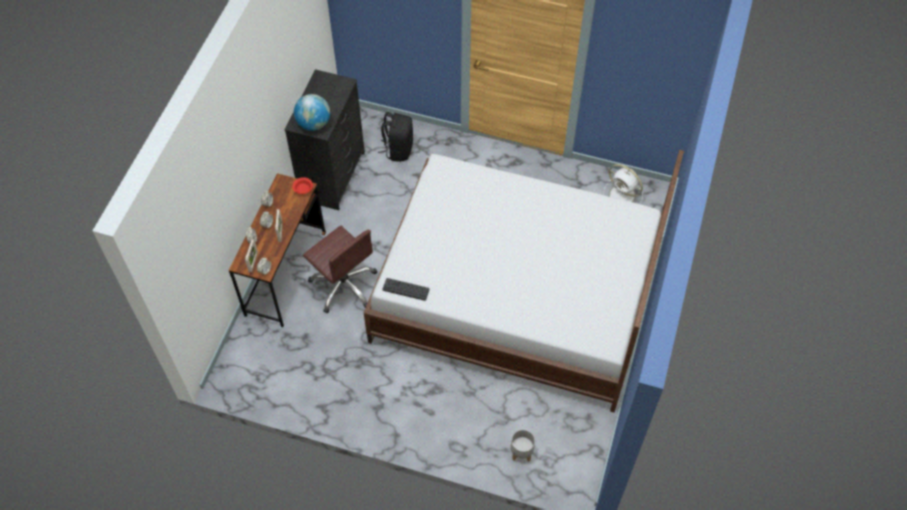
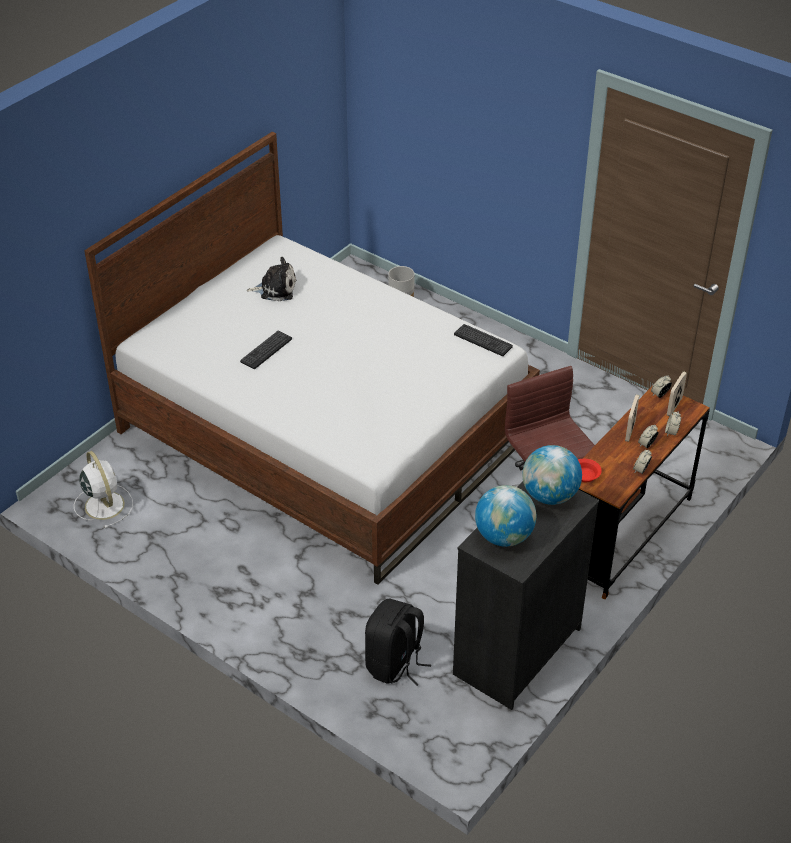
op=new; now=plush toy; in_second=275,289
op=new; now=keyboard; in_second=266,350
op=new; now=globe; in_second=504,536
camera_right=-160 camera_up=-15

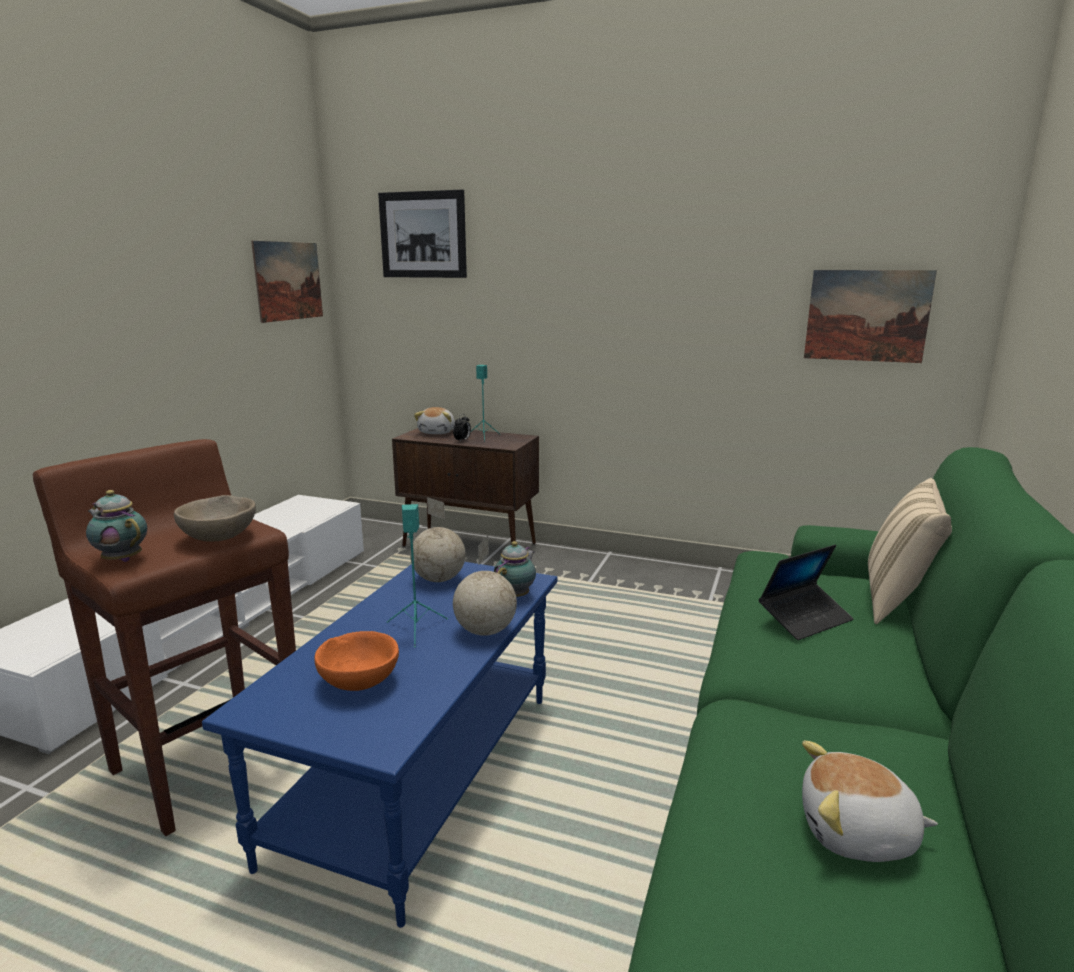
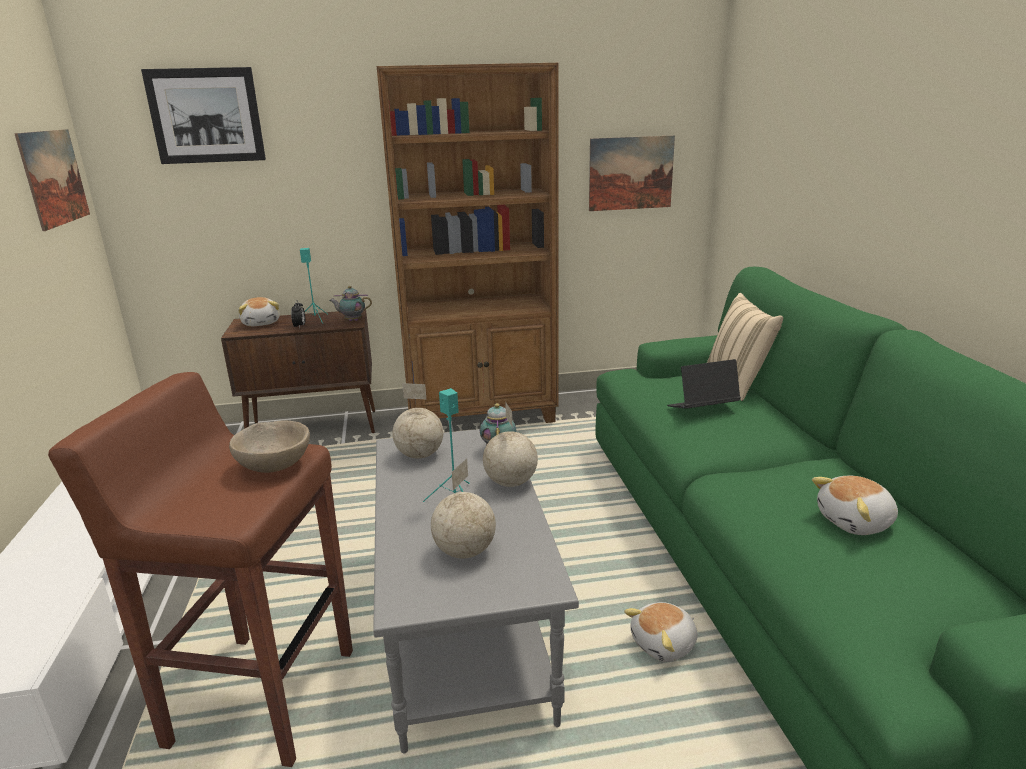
op=shifted; was=teapot; in_first=122,559; in_second=352,320
op=rotated; was=laptop; in_first=805,619; in_second=702,409; clockwise=-135
op=repainted; was=blue coffee table; now=grey coffee table; in_first=421,775; in_second=466,623
op=swapped; was=orange bowl; now=globe; in_first=360,681; in_second=465,551
op=new; now=brown bookcase; in_second=482,415
op=new; now=plush toy; in_second=664,645
camera_right=-30 camera_up=5

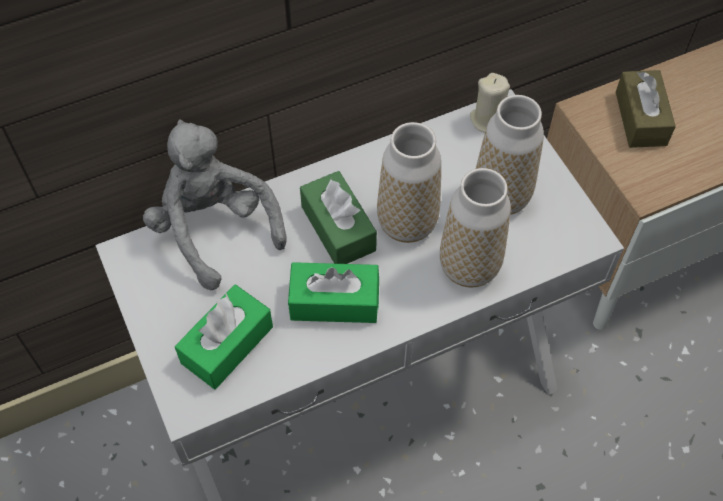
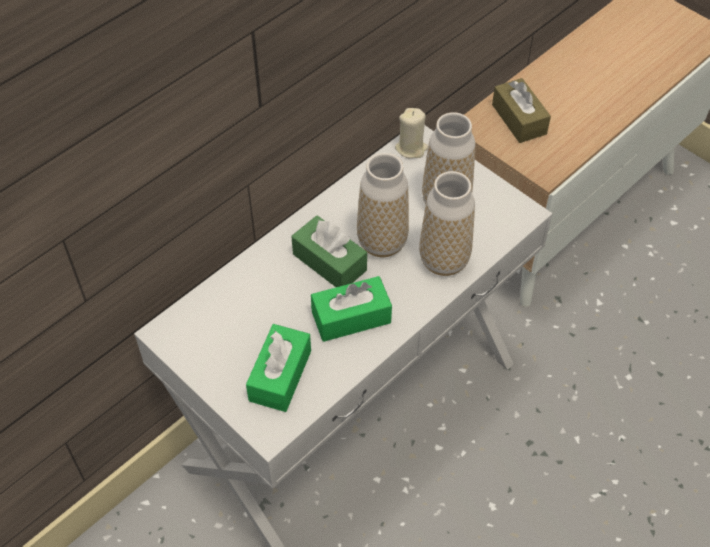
op=gone; was=grey plush toy; in_first=214,229
camera_right=-20 camera_up=-5

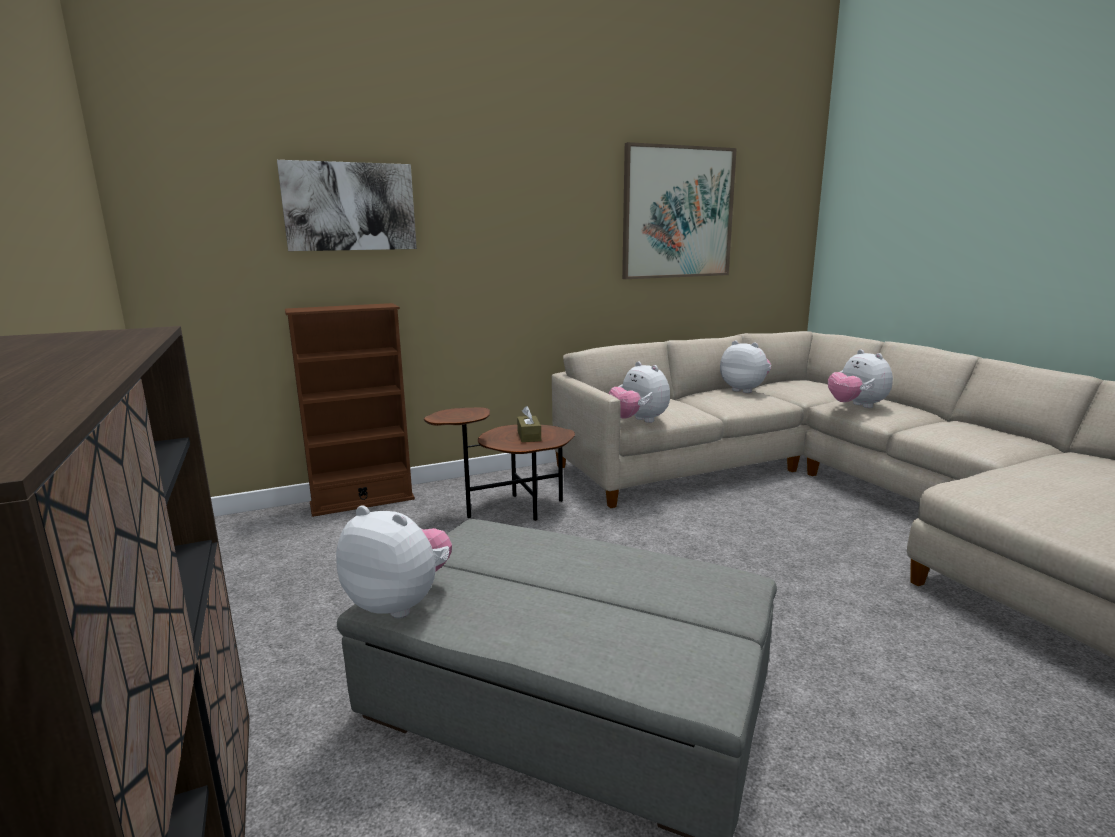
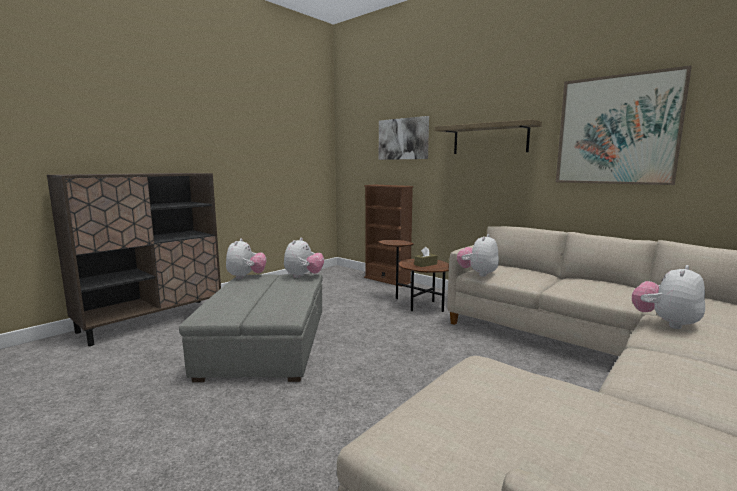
op=shifted; was=plush toy; in_first=744,390; in_second=303,276
op=new; now=shelf; in_second=490,139
camera_right=65 camera_up=-5

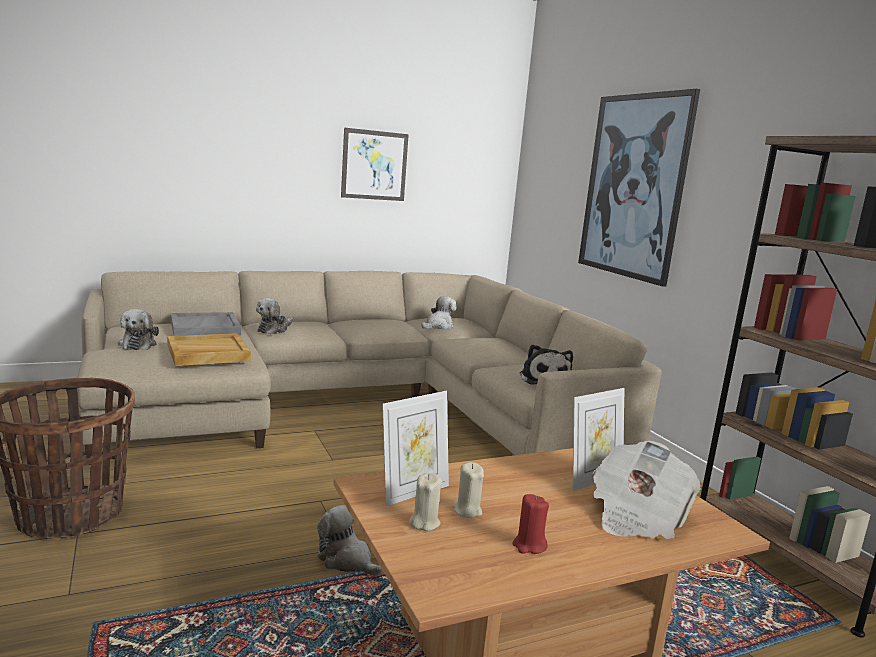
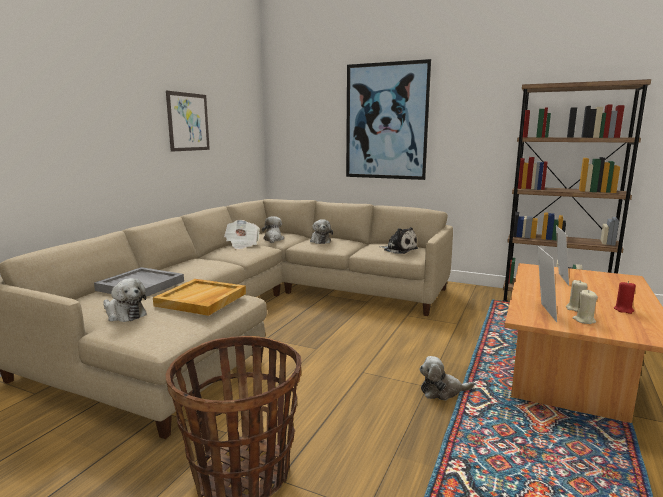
op=shifted; was=plush toy; in_first=274,329; in_second=320,241
op=shifted; was=newspaper; in_first=636,515; in_second=242,244
camera_right=-40 camera_up=0

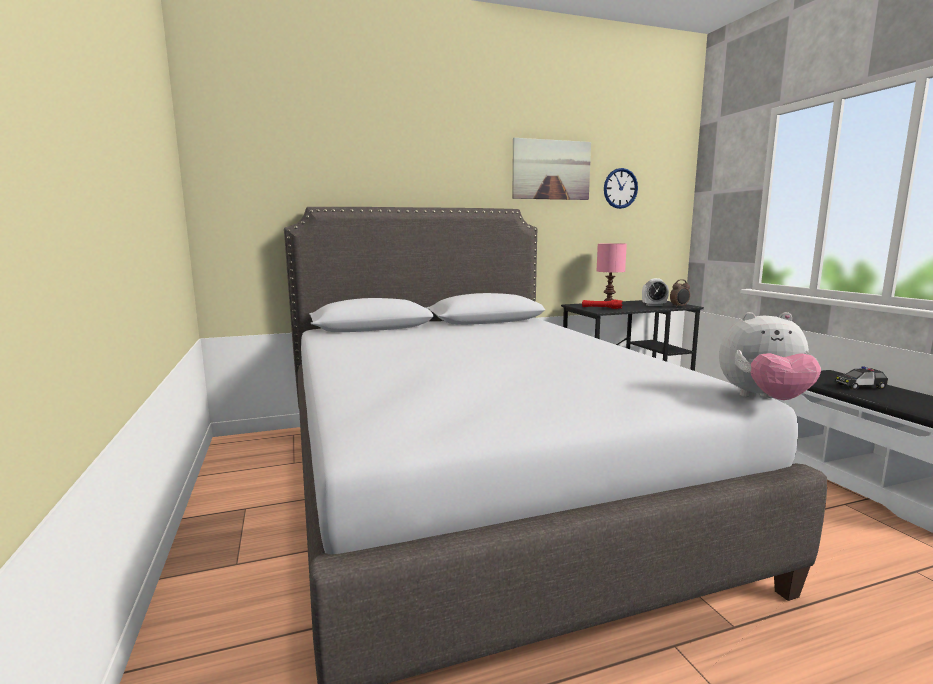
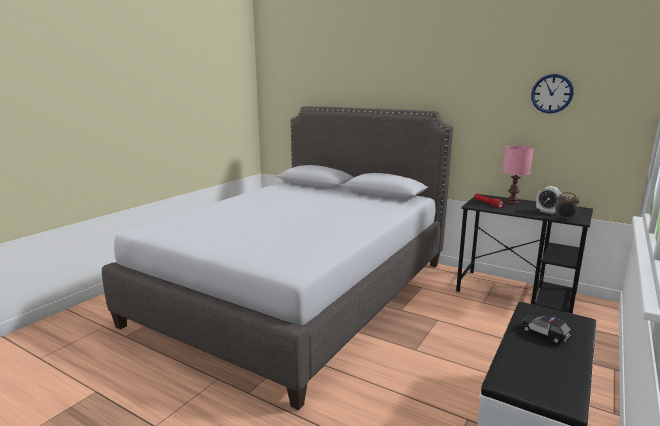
op=gone; was=picture; in_first=551,170
op=gone; was=plush toy; in_first=763,400
camera_right=50 camera_up=5

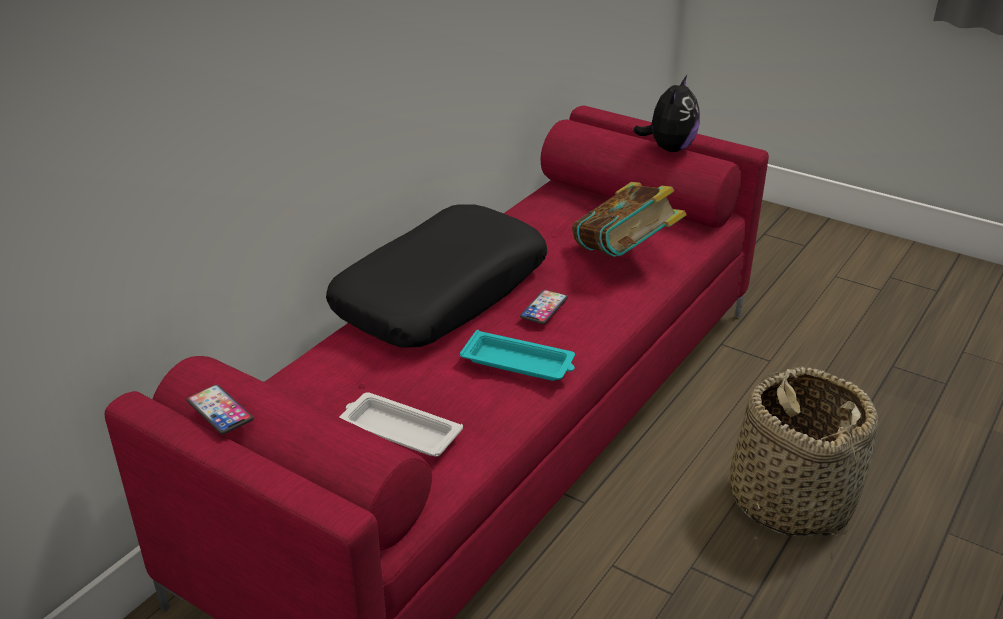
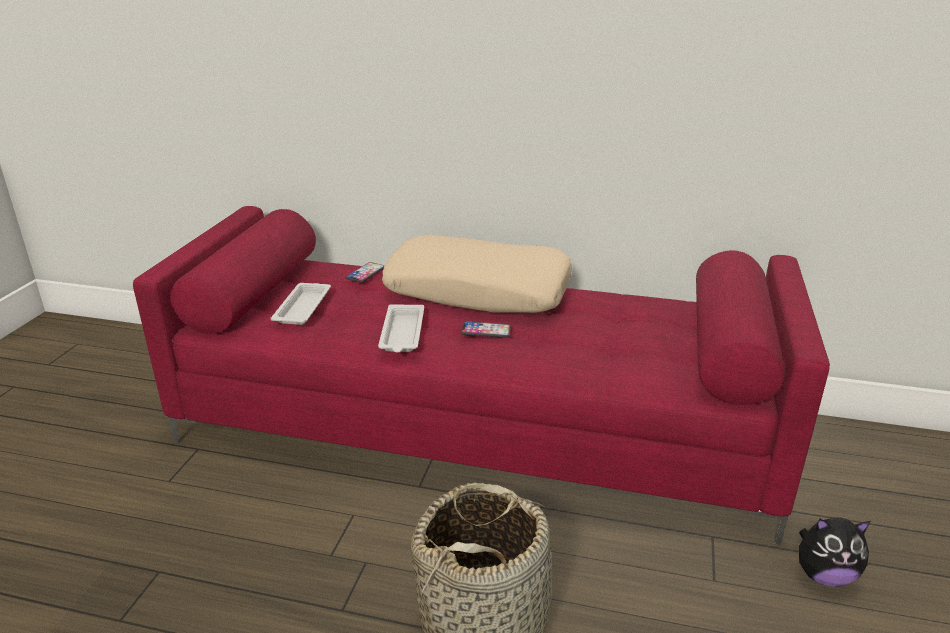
op=shifted; was=plush toy; in_first=669,148; in_second=824,575
op=gone; was=book; in_first=624,256
op=repainted; was=black pillow; now=beige pillow; in_first=441,294; in_second=478,291
op=repainted; was=turquoise tray; now=white tray; in_first=519,363; in_second=402,334
op=shifted; was=phone; in_first=219,410; in_second=365,273
camera_right=70 camera_up=-5

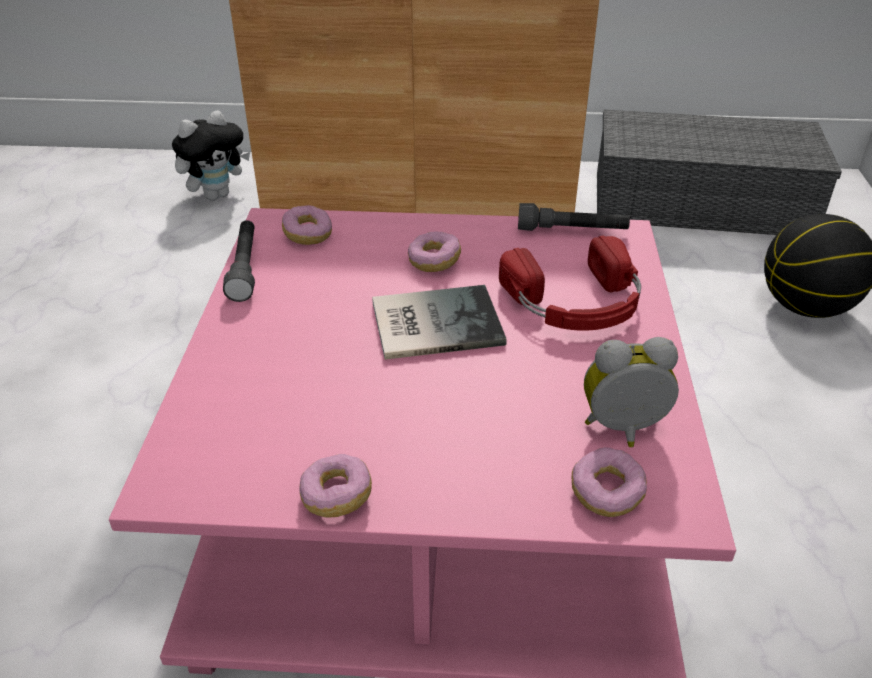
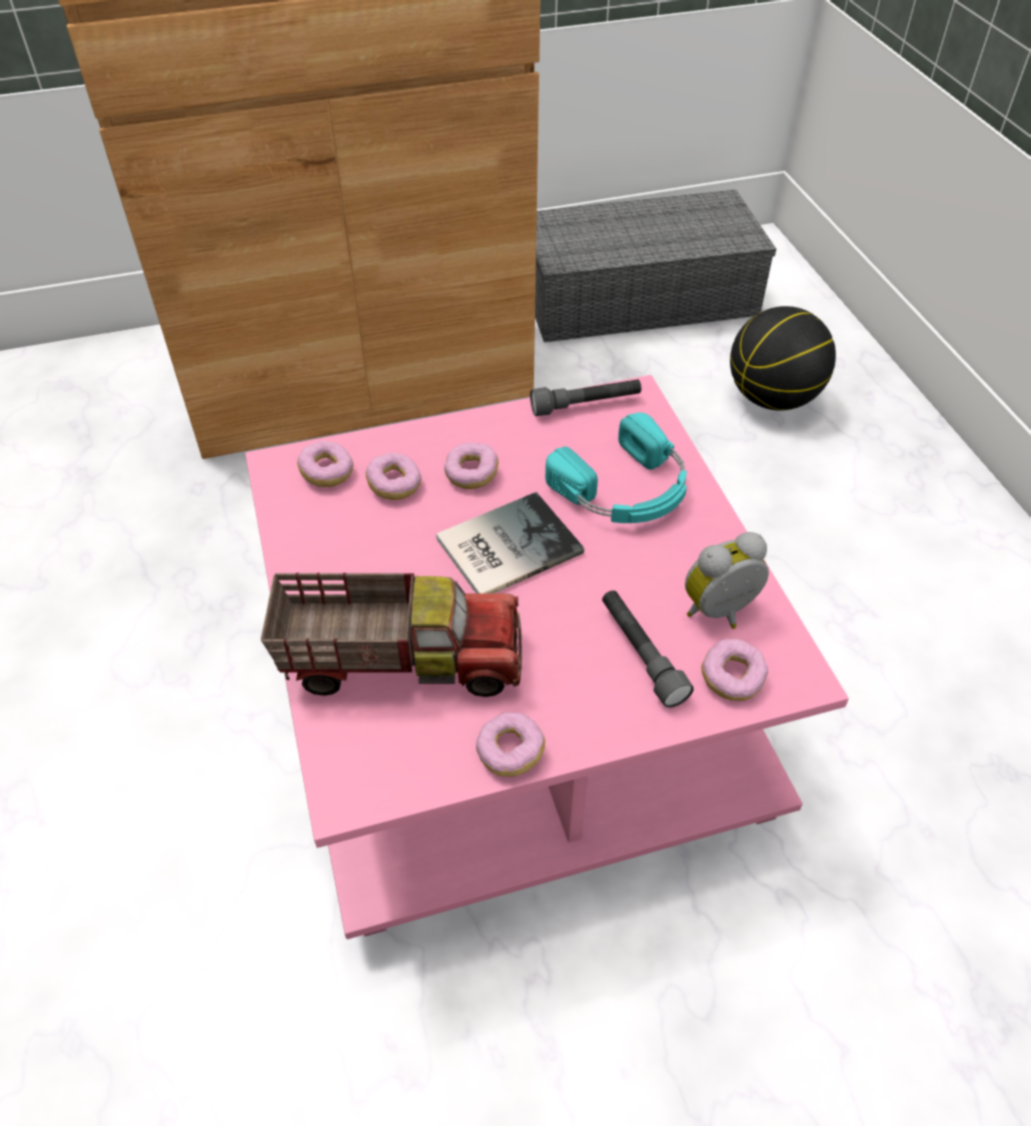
op=gone; was=plush toy; in_first=217,194
op=shifted; was=grey flashlight; in_first=245,268; in_second=641,654
op=repainted; was=red headphones; now=turquoise headphones; in_first=576,303; in_second=626,489
op=new; now=donut; in_second=394,485
op=new; now=toy truck; in_second=401,659
camera_right=-20 camera_up=10

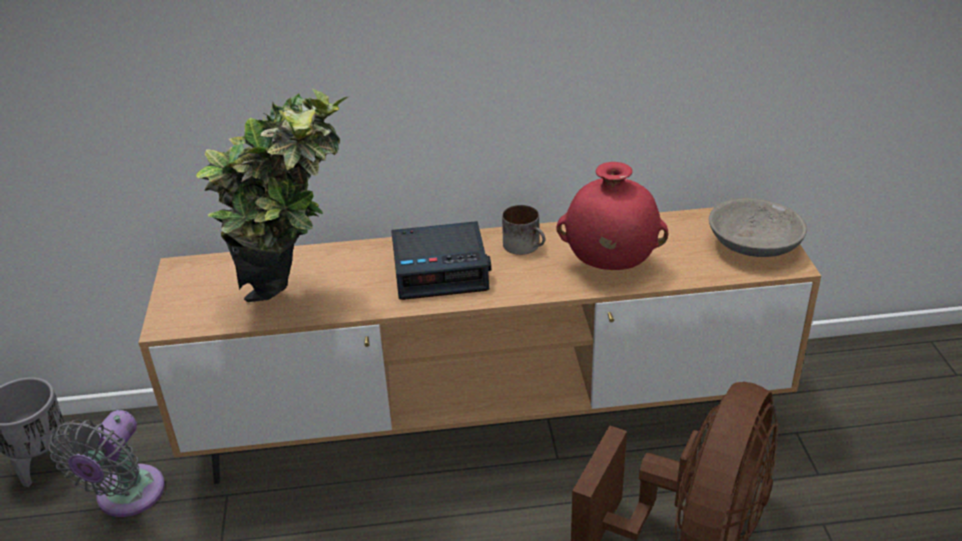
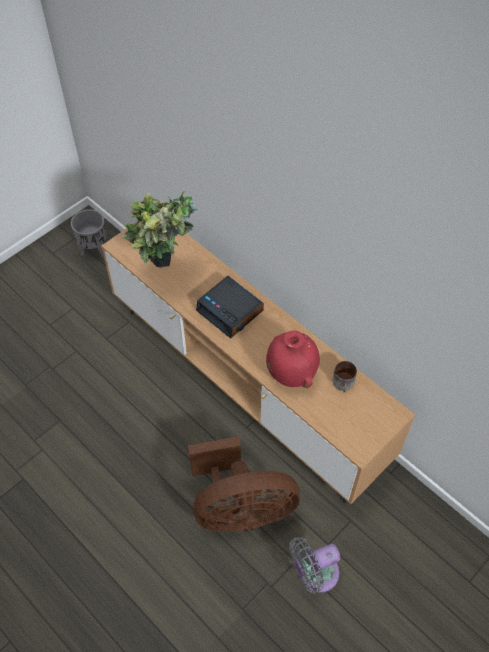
op=gone; was=grey bowl; in_first=753,245
op=shifted; was=mug; in_first=526,245; in_second=344,384
op=shifted; was=grey fan; in_first=126,497; in_second=314,574
camera_right=50 camera_up=20

